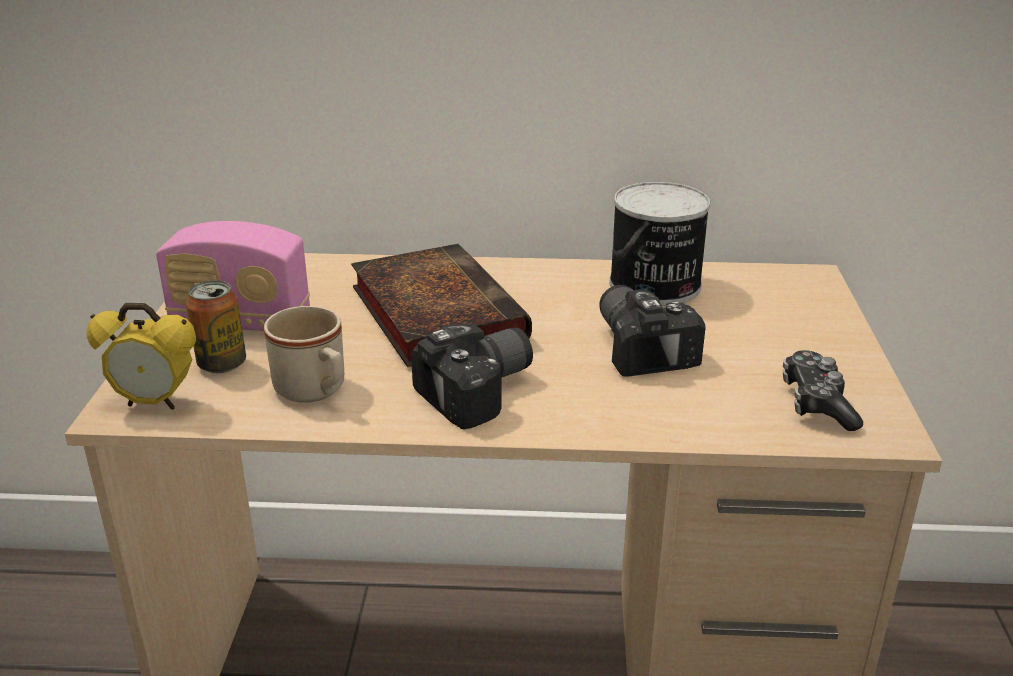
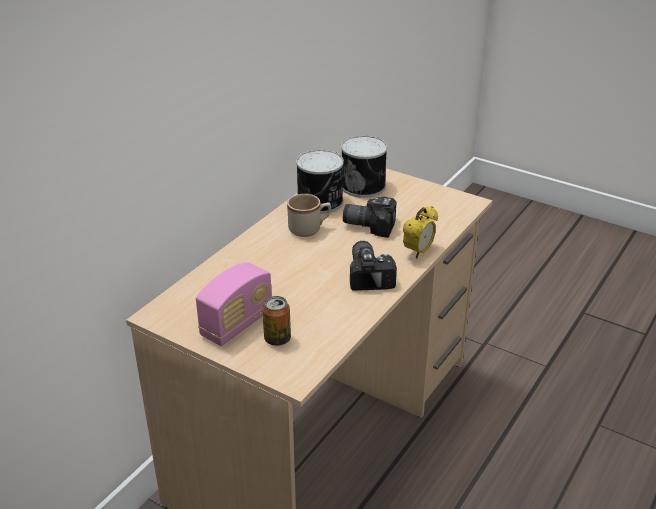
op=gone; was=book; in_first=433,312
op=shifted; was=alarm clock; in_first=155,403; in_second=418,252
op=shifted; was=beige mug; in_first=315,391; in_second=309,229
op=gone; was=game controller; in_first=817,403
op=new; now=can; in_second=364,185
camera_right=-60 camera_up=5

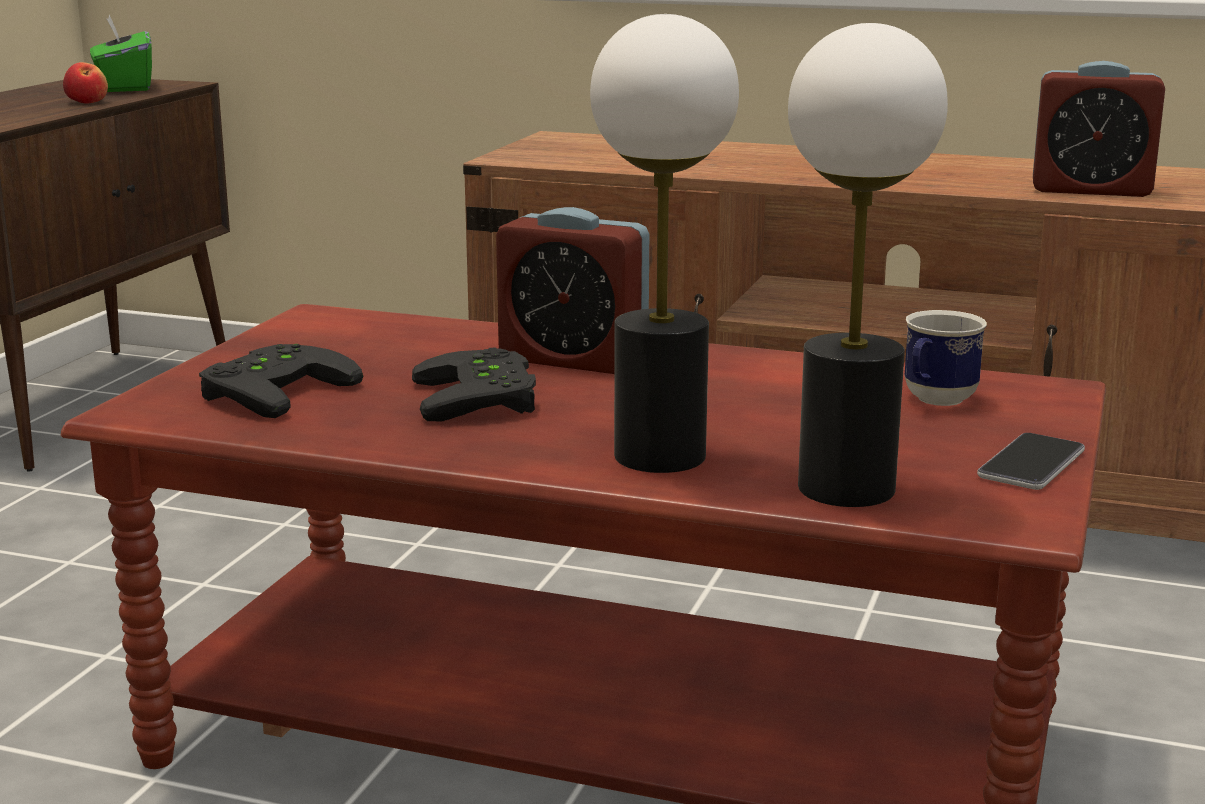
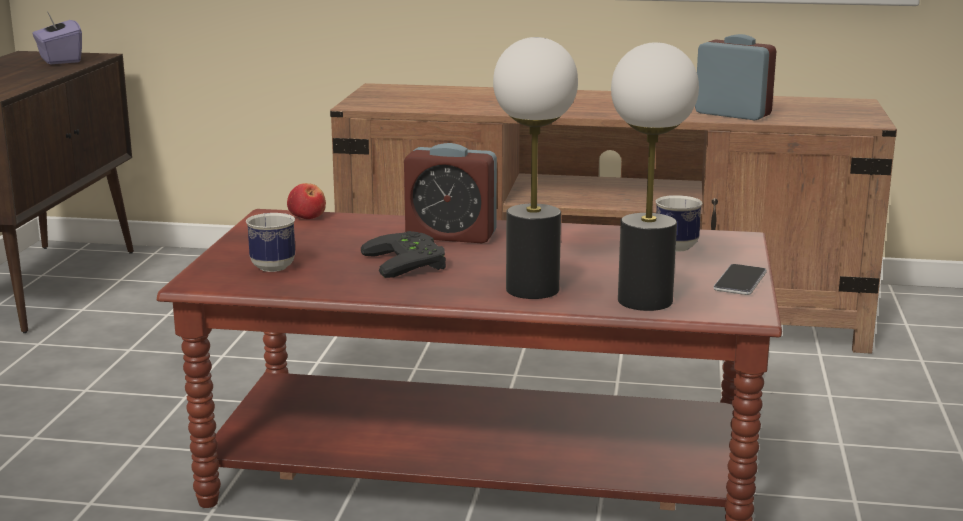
op=repainted; was=green tissue box; now=purple tissue box; in_first=124,87; in_second=59,60
op=rotated; was=alarm clock; in_first=1091,190; in_second=732,114; clockwise=-150
op=shifted; was=apple; in_first=87,102; in_second=307,216
op=swapped; was=black game controller; now=mug; in_first=272,390; in_second=276,265
camera_right=-10 camera_up=0

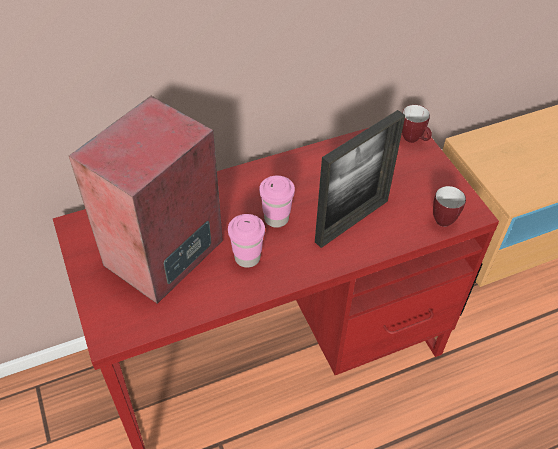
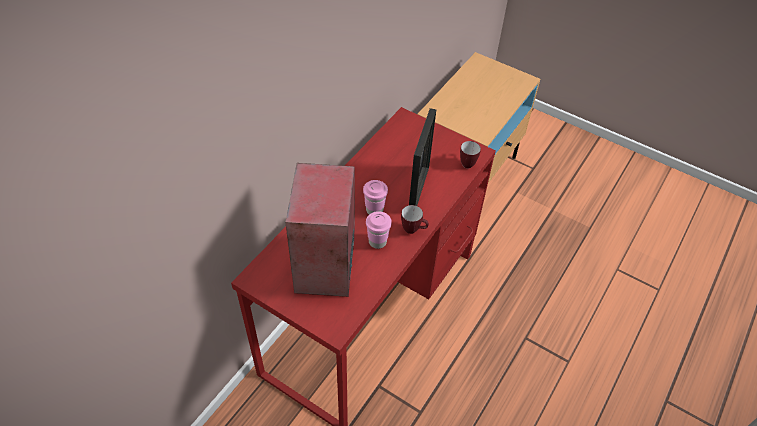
op=shifted; was=mug; in_first=414,140; in_second=413,230
camera_right=-35 camera_up=0

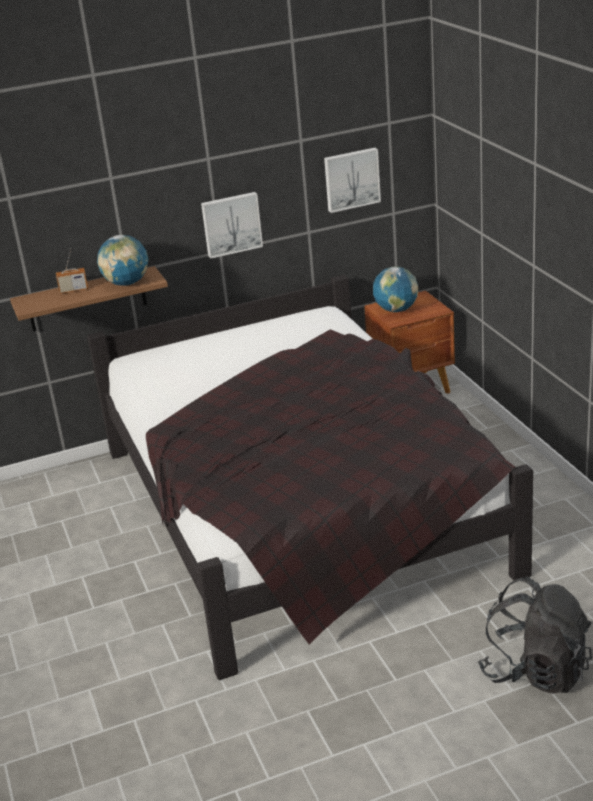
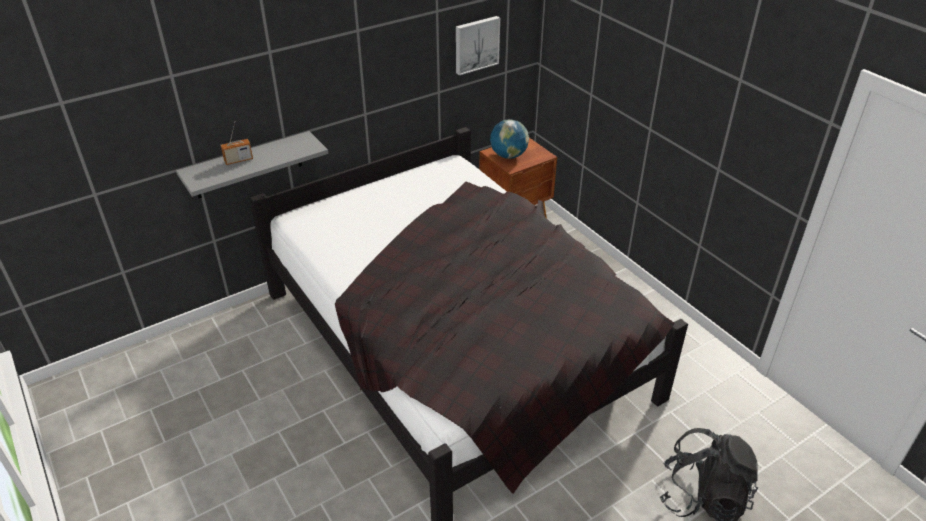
op=gone; was=picture; in_first=231,224
op=gone; was=globe; in_first=127,283
op=repainted; was=brown shelf; now=grey shelf; in_first=87,299; in_second=248,165
camera_right=-15 camera_up=10

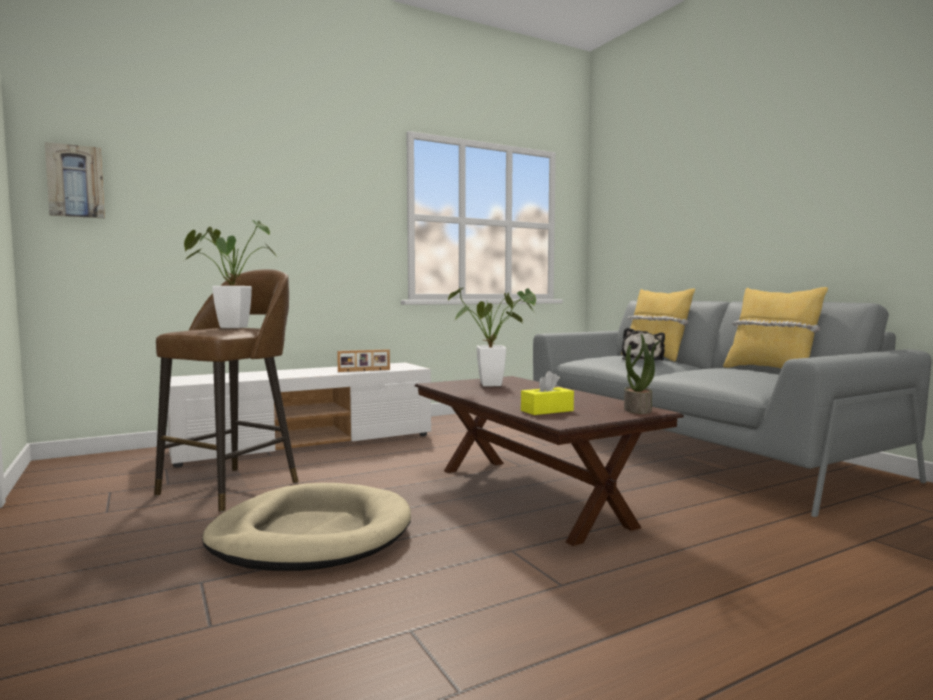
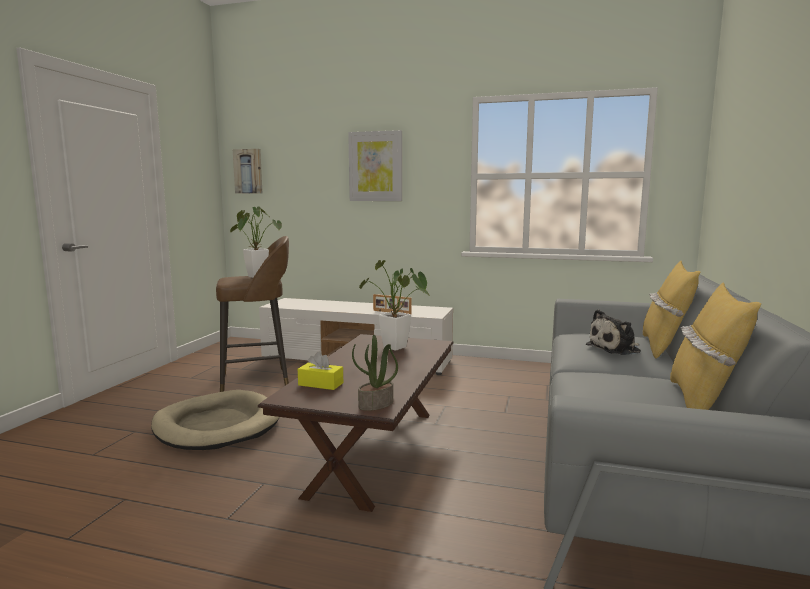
op=new; now=picture; in_second=375,166
camera_right=45 camera_up=5

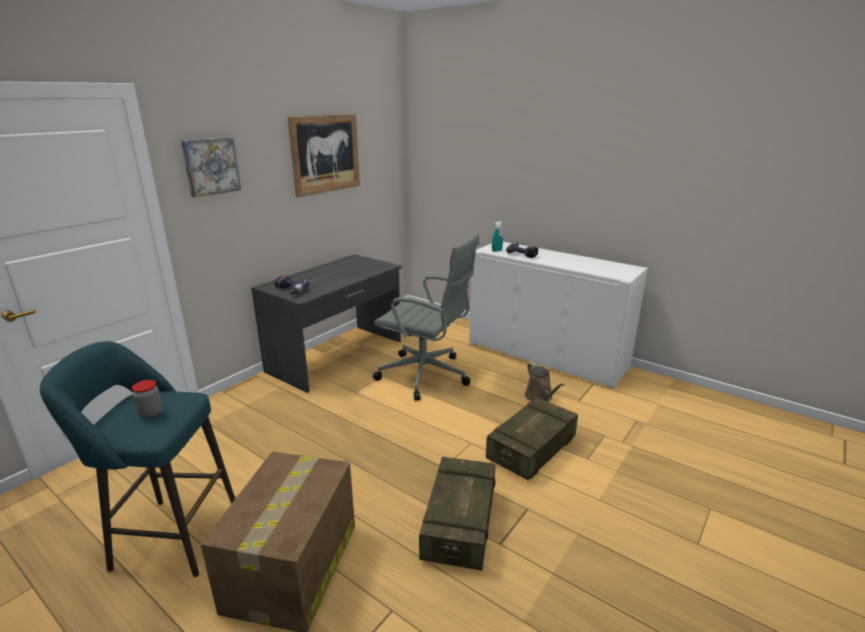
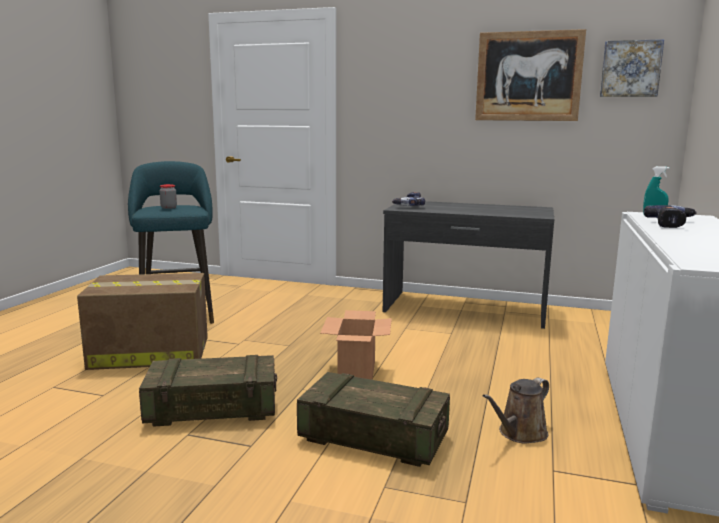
op=shifted; was=picture; in_first=210,166; in_second=630,69
op=gone; was=grey office chair; in_first=426,376
op=new; now=cardboard box; in_second=357,371
camera_right=70 camera_up=-10

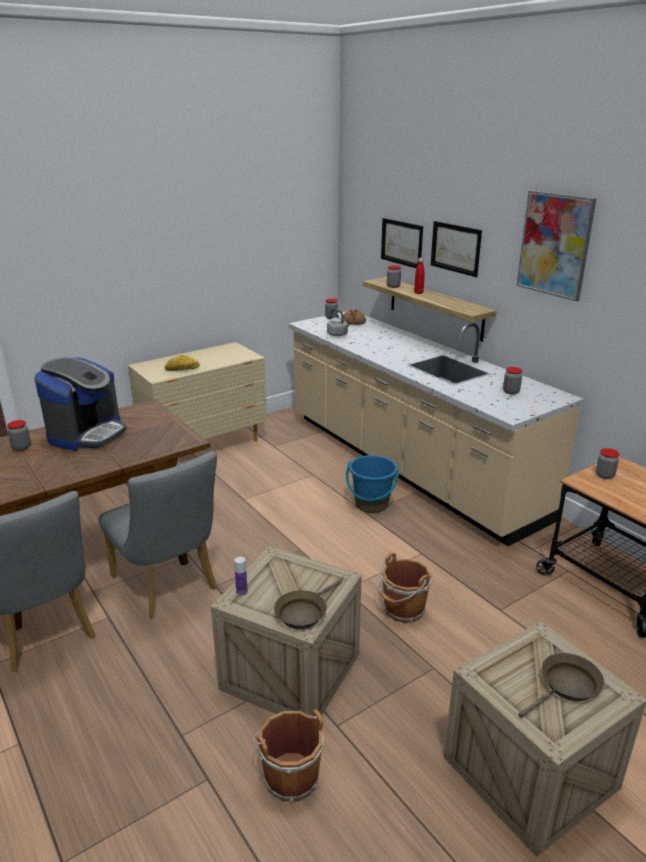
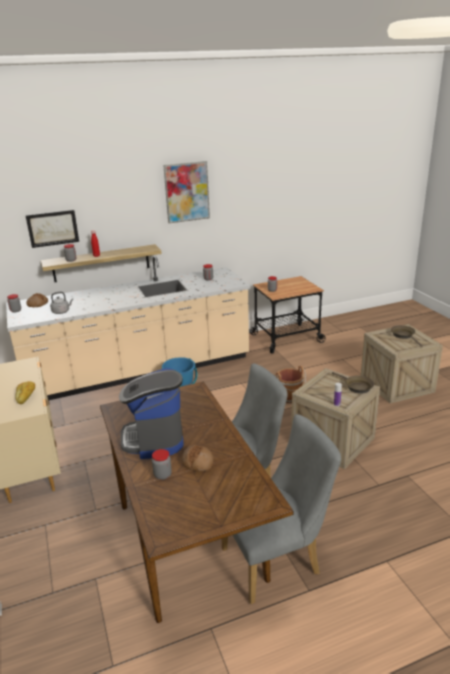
op=gone; was=picture; in_first=455,248
op=rotated; was=coffee machine; in_first=87,434; in_second=154,438; clockwise=-135
op=gone; was=brown bucket; in_first=290,775
op=new; now=bread; in_second=198,462
camera_right=-75 camera_up=0

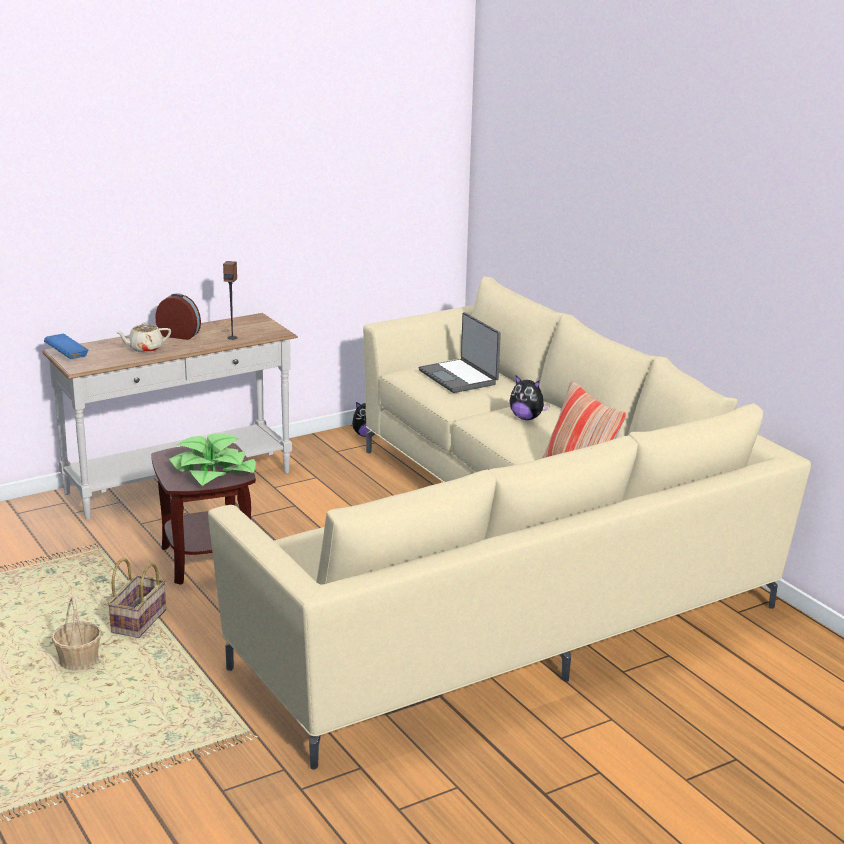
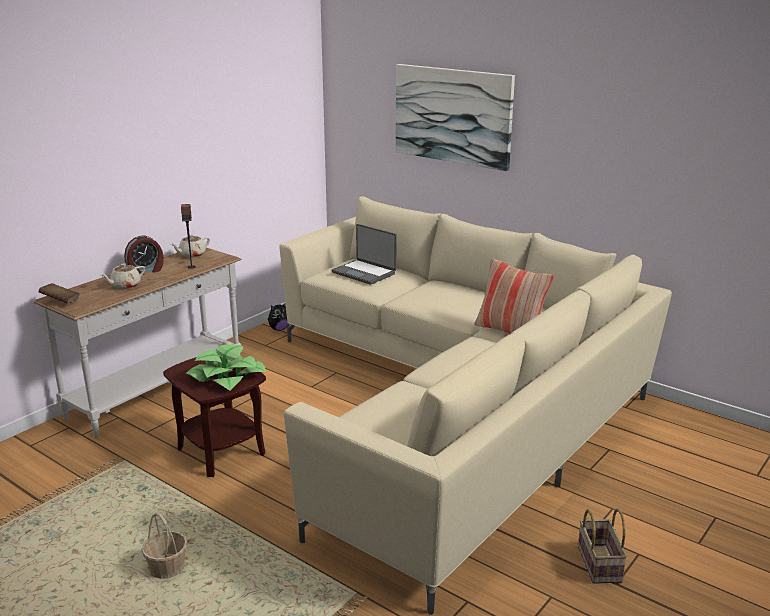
op=rotated; was=alarm clock; in_first=179,335; in_second=146,271; clockwise=150
op=repainted; was=blue book; now=brown book; in_first=67,356; in_second=60,301
op=gone; was=plush toy; in_first=526,418
op=shifted; was=basket; in_first=138,620; in_second=597,563
op=new; now=picture; in_second=452,115
op=new; now=beige teapot; in_second=192,255
camera_right=-20 camera_up=0

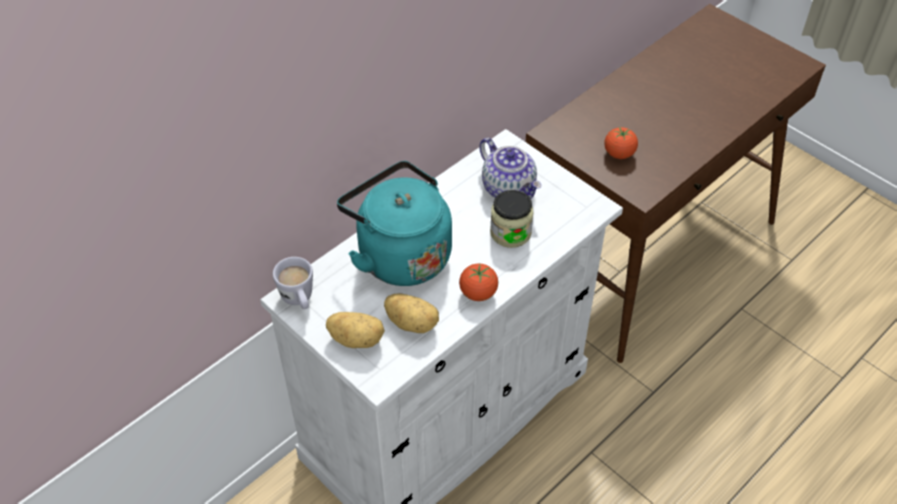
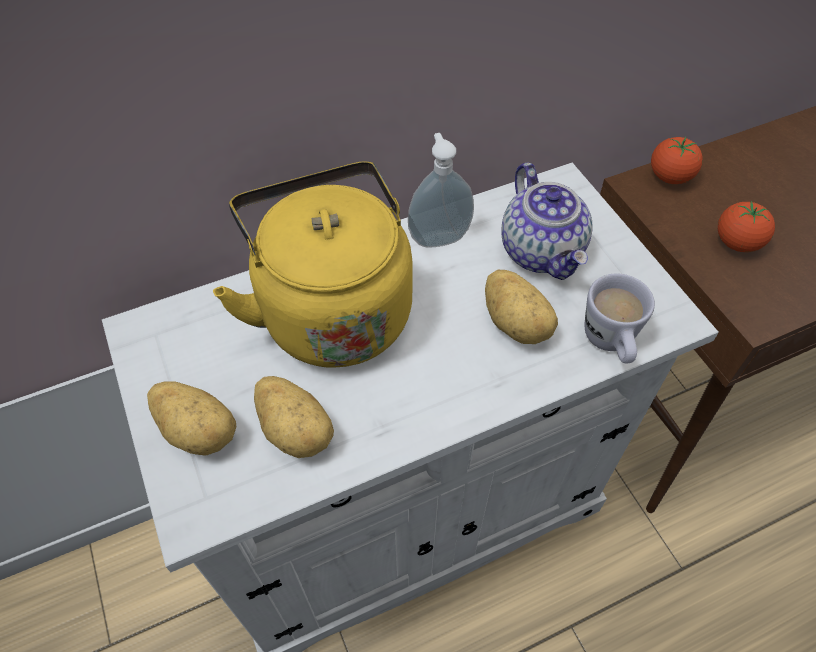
op=repainted; was=turquoise kettle; now=yellow kettle; in_first=399,255; in_second=332,309
op=swapped; was=jar; now=potato; in_first=510,233; in_second=517,323
op=shifted; was=white mug; in_first=299,300; in_second=610,344
op=shifted; was=tomato; in_first=478,293; in_second=669,177
op=new; now=soap dispenser; in_second=438,237
camera_right=20 camera_up=5

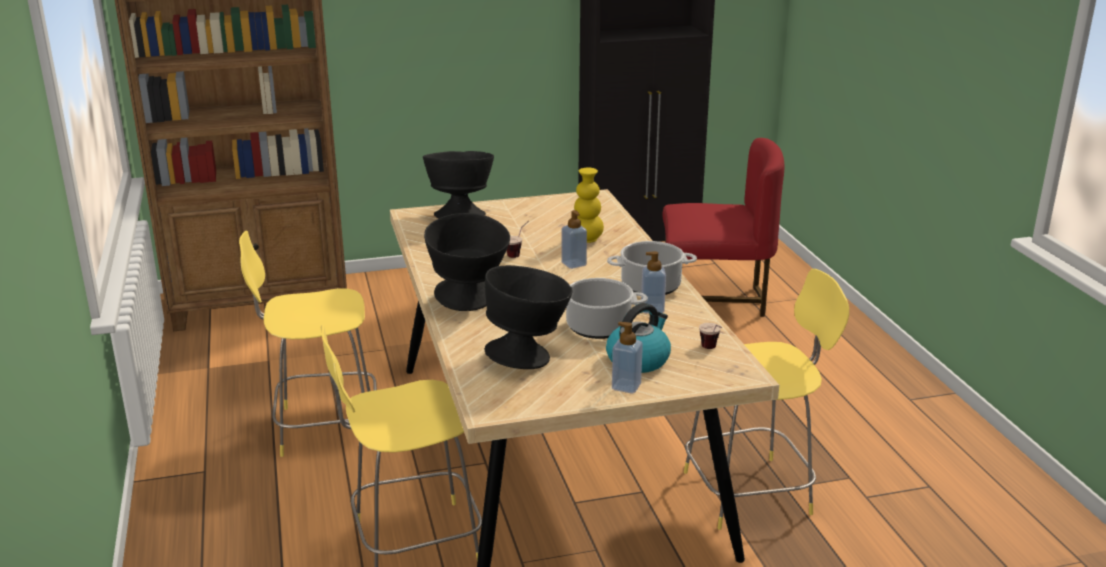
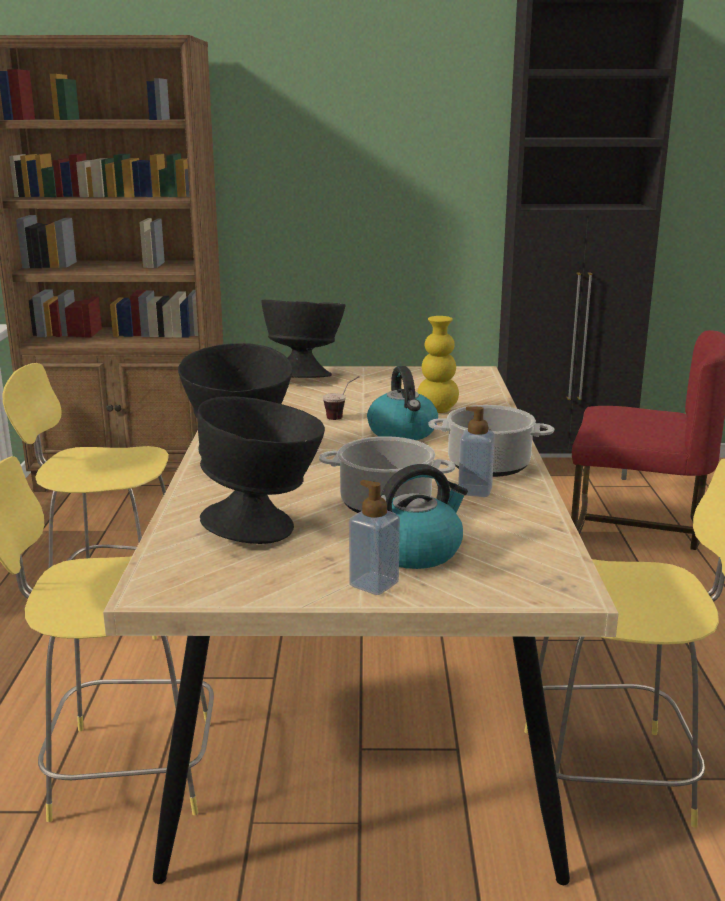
op=swapped; was=soap dispenser; now=kettle; in_first=574,264; in_second=403,433
op=gone; was=cup; in_first=711,350
camera_right=15 camera_up=-5

